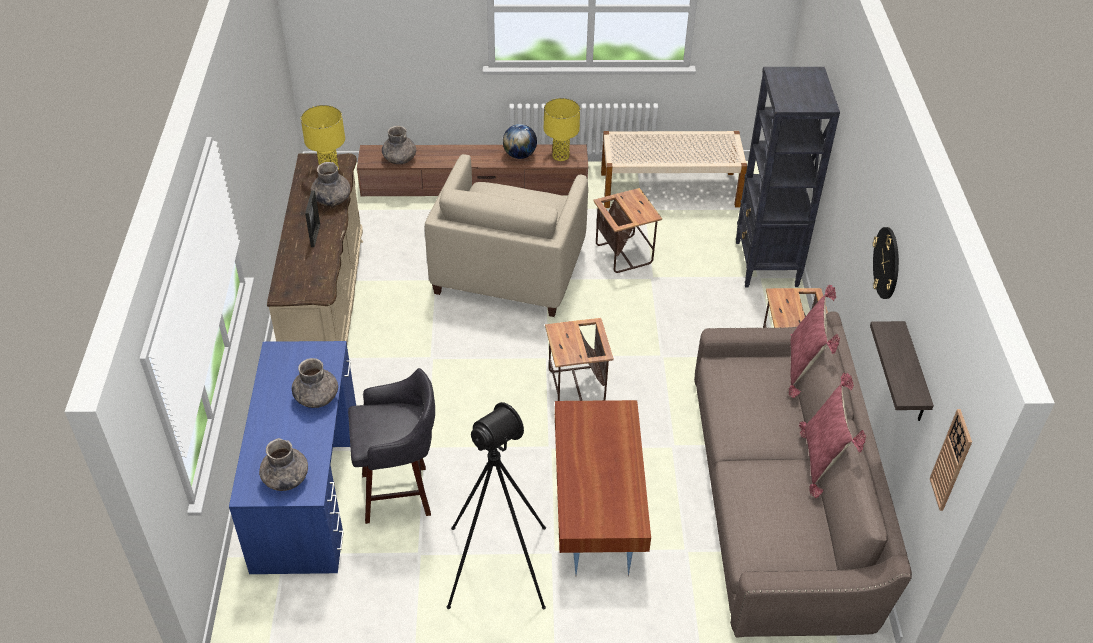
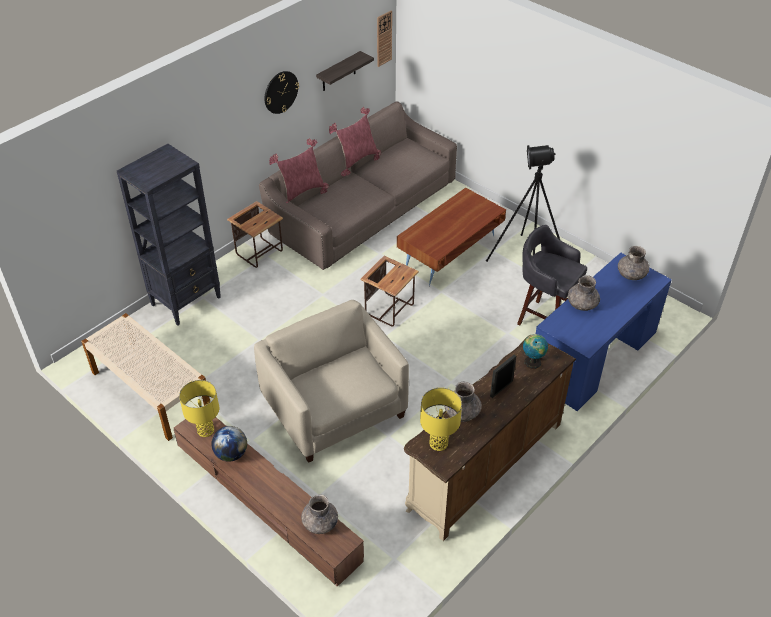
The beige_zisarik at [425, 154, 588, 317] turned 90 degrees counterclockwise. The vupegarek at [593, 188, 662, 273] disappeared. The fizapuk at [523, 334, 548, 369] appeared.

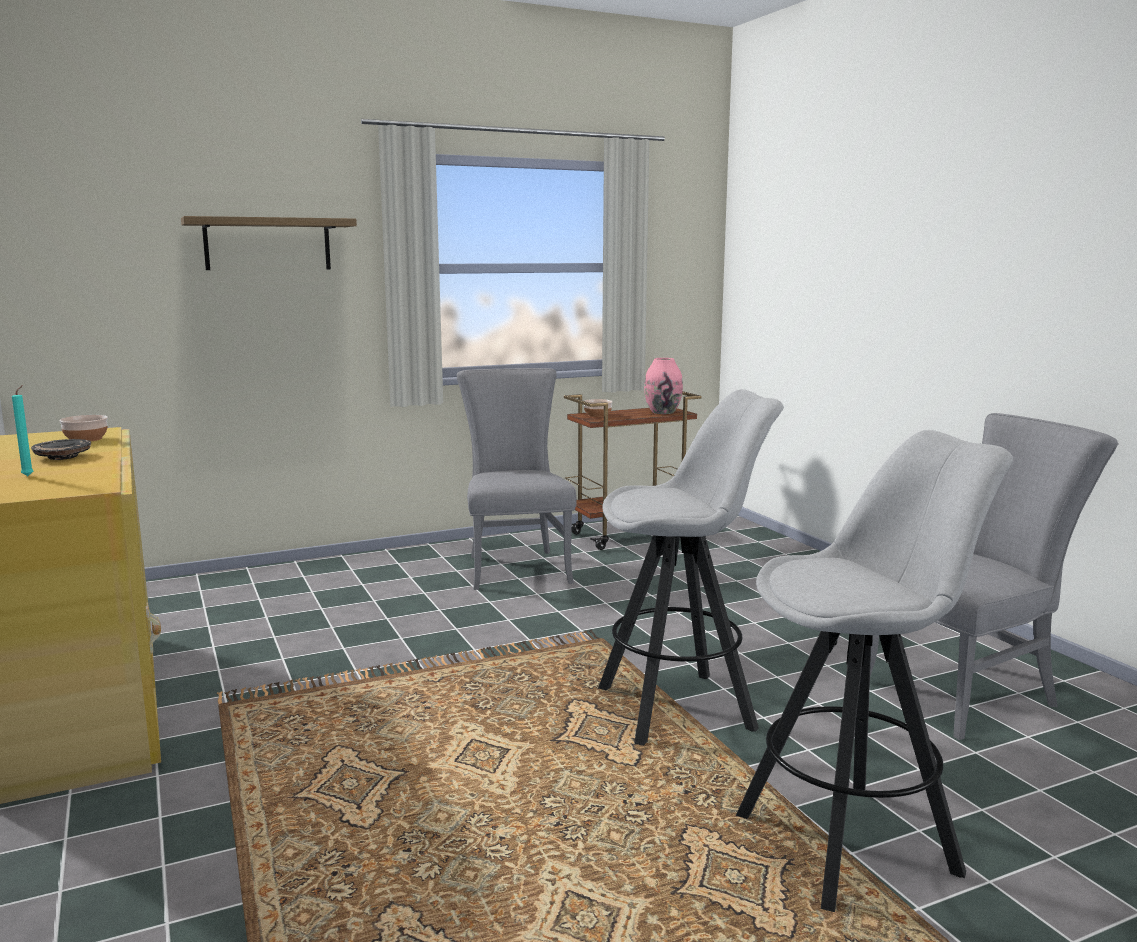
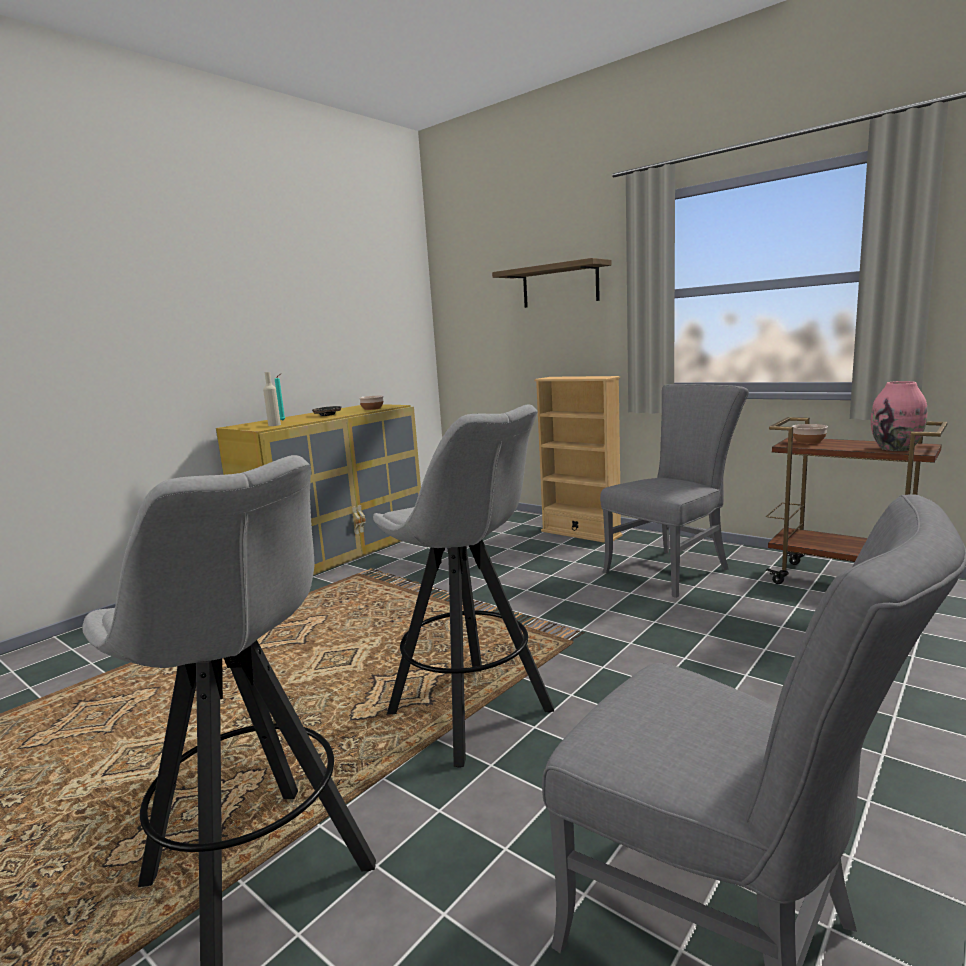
The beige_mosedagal at [263, 372, 281, 426] appeared. The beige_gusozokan at [534, 376, 622, 543] appeared.

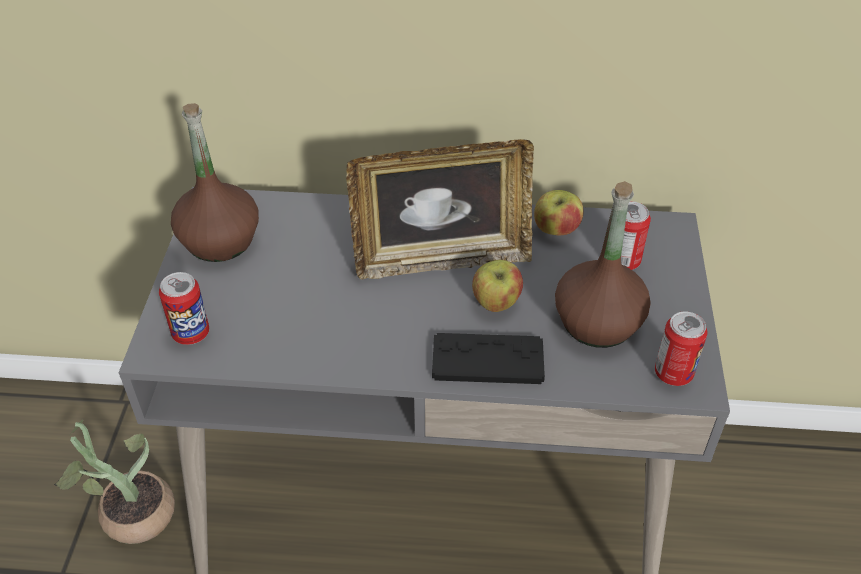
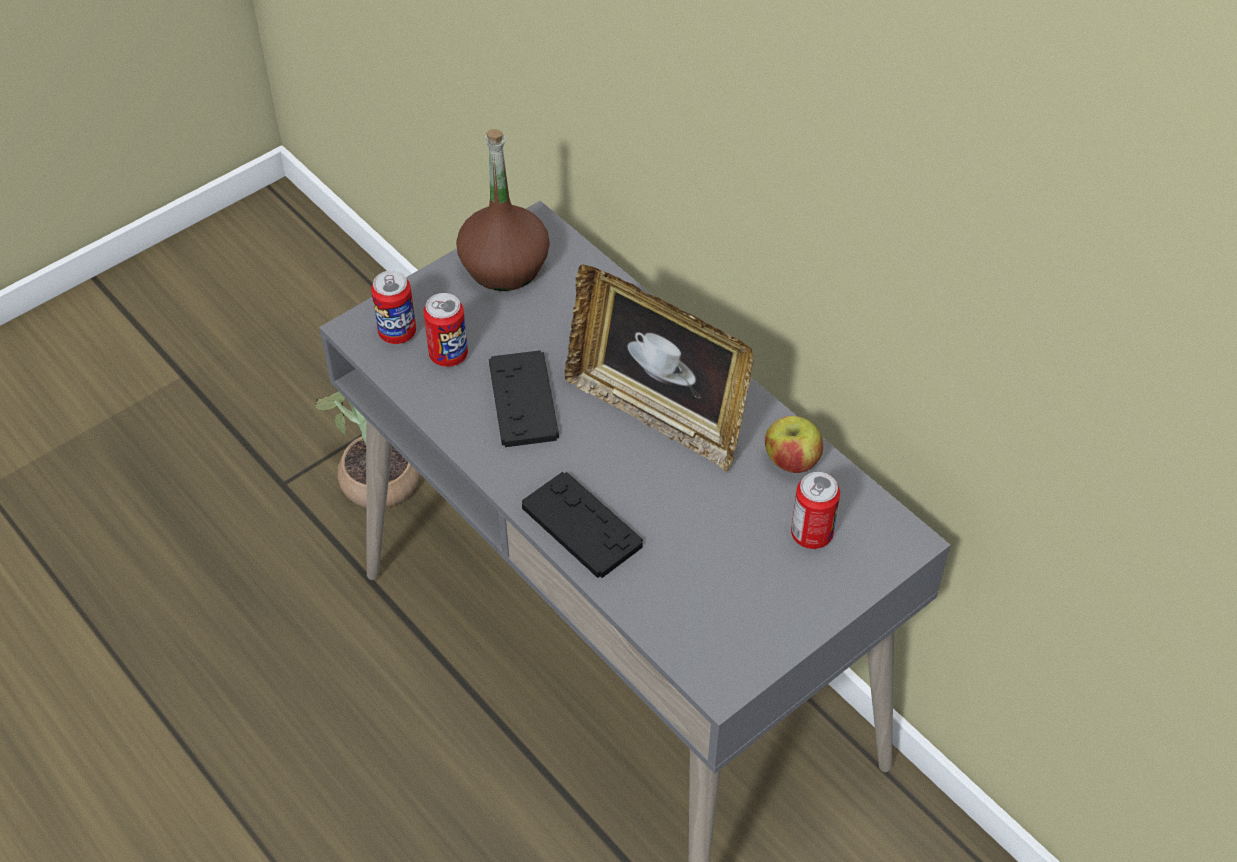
The brown_mosedagal at [555, 181, 651, 348] disappeared. The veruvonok at [472, 260, 523, 312] disappeared. The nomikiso moved from [655, 311, 707, 386] to [423, 293, 468, 367]. The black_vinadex at [489, 350, 559, 447] appeared.

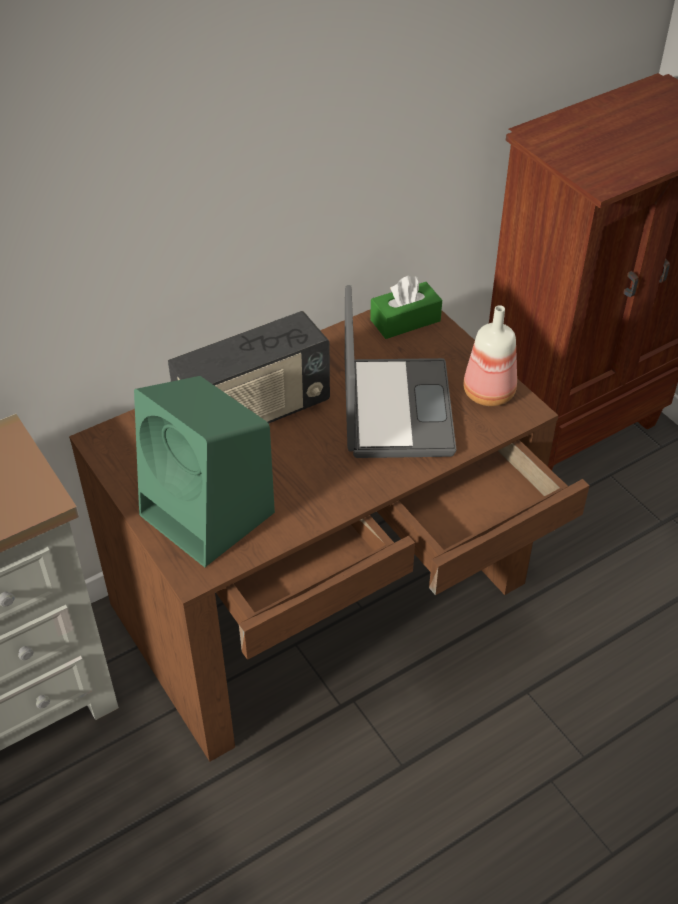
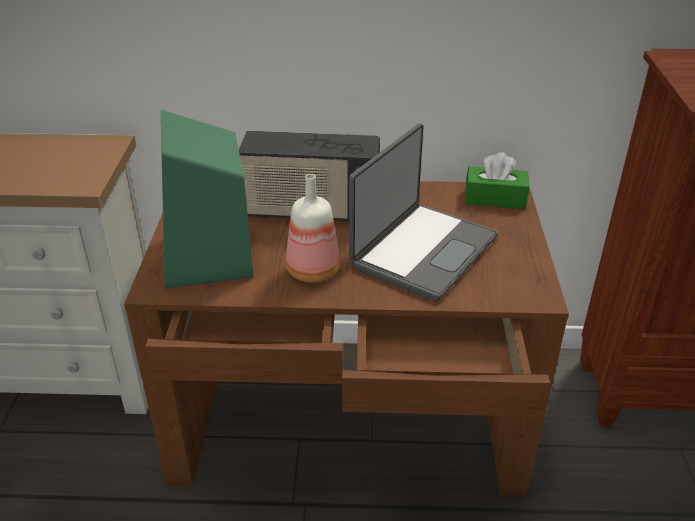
The mosedagal moved from [463, 305, 517, 406] to [286, 174, 340, 283].

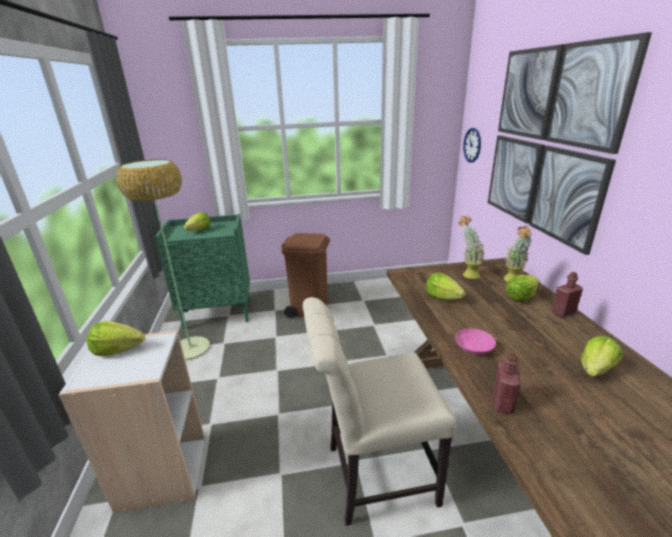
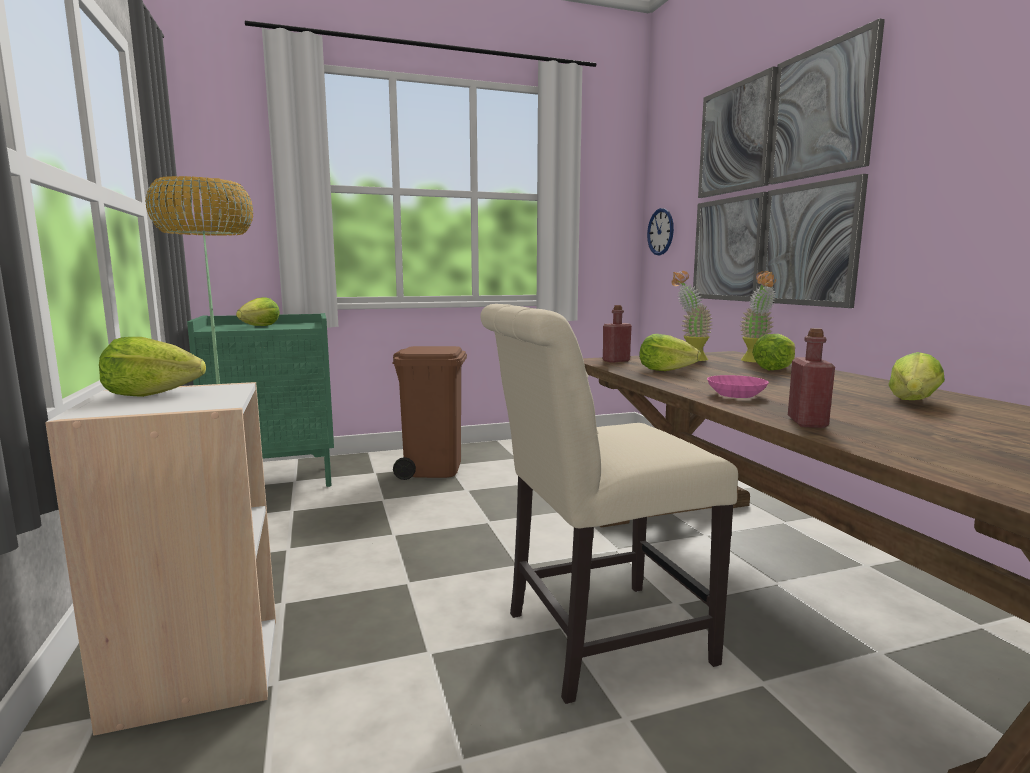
The red_mosedagal moved from [552, 272, 583, 317] to [603, 305, 632, 363].

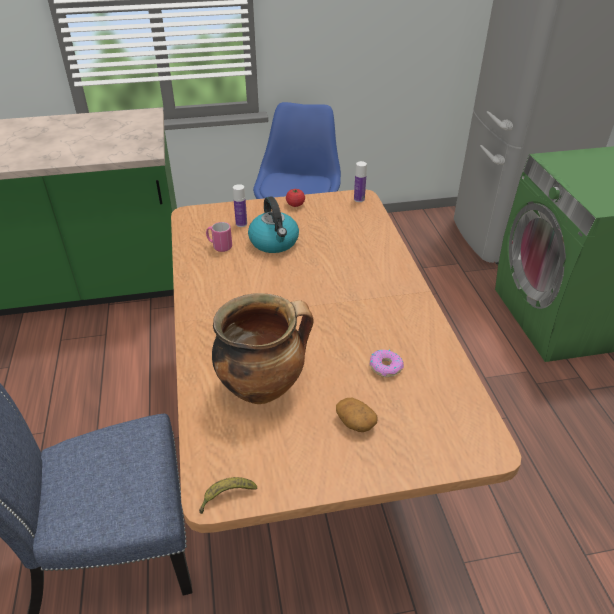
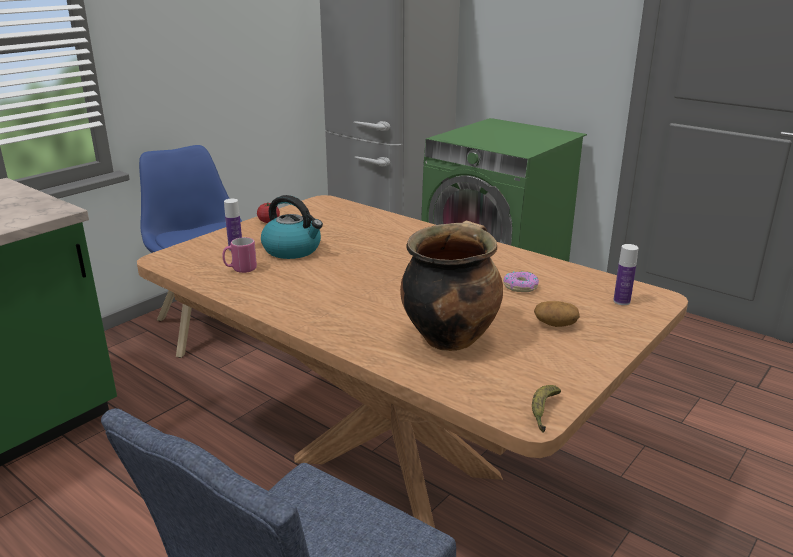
The mosedagal moved from [354, 161, 367, 202] to [613, 244, 638, 305].

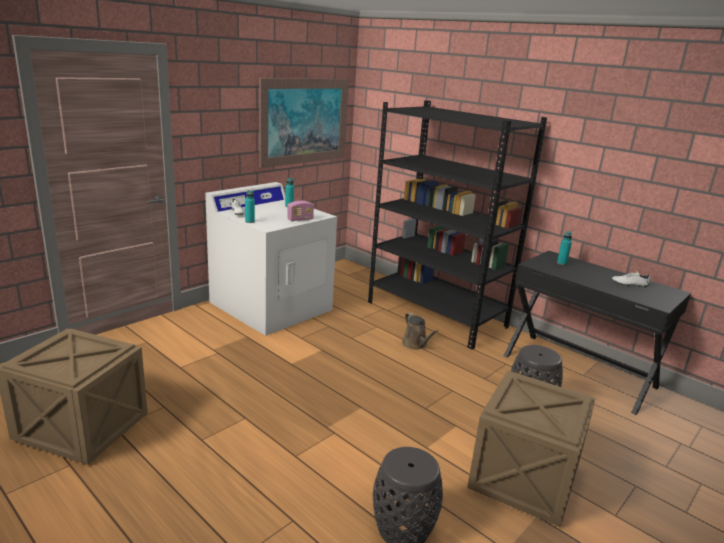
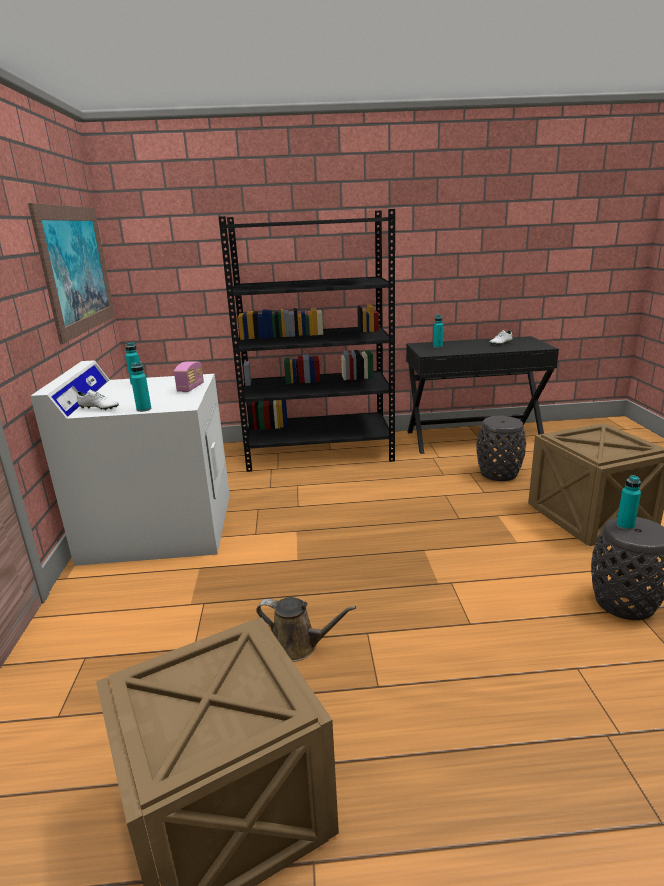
The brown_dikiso moved from [402, 313, 438, 349] to [256, 597, 356, 662]. The turquoise_mosedagal at [616, 475, 641, 530] appeared.

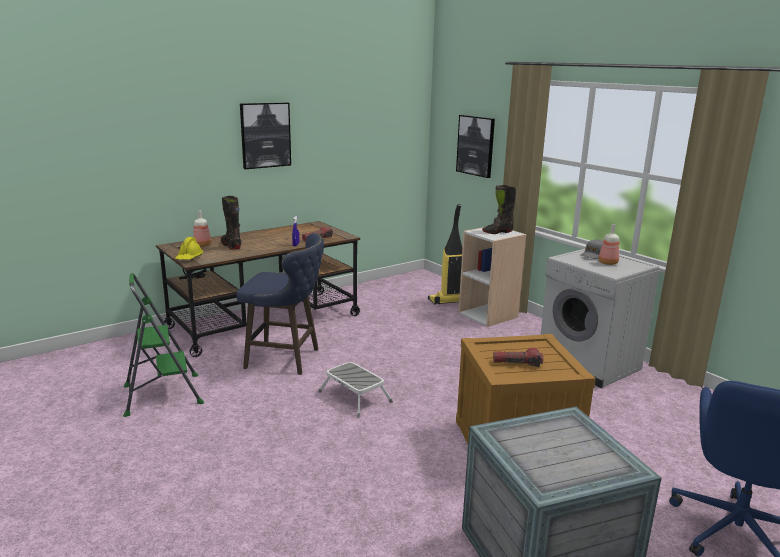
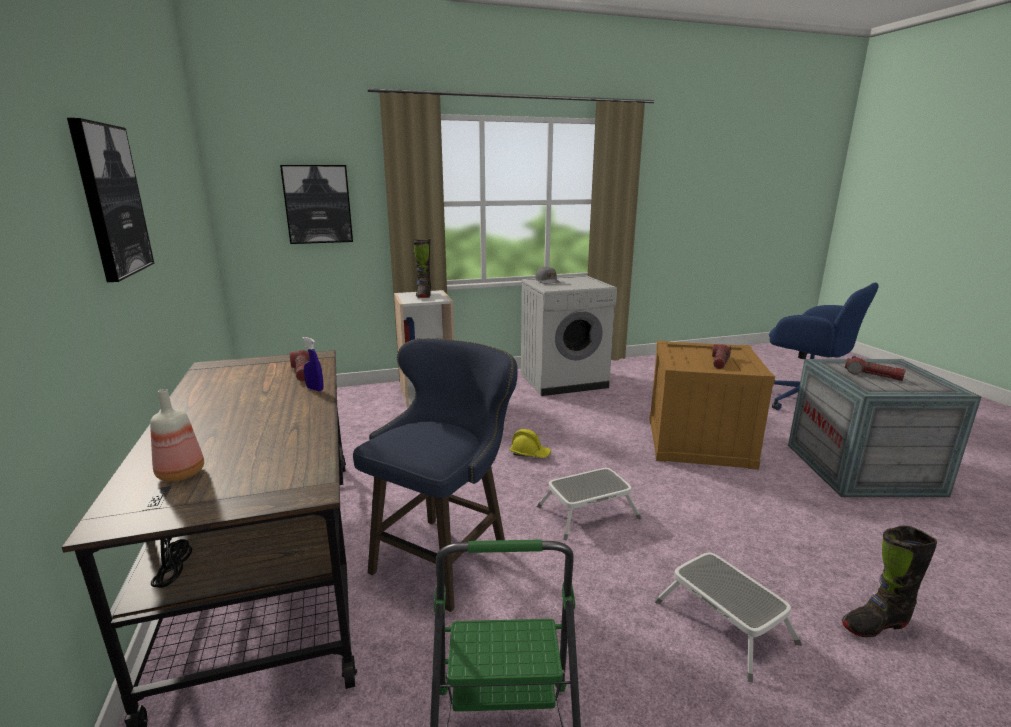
The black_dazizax moved from [221, 196, 241, 250] to [842, 526, 937, 637]. The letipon at [428, 204, 462, 305] disappeared. The mosedagal at [598, 224, 619, 265] disappeared. The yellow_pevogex moved from [175, 237, 203, 260] to [510, 429, 552, 458]. The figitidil at [845, 356, 906, 381] appeared. The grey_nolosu at [655, 552, 802, 683] appeared.

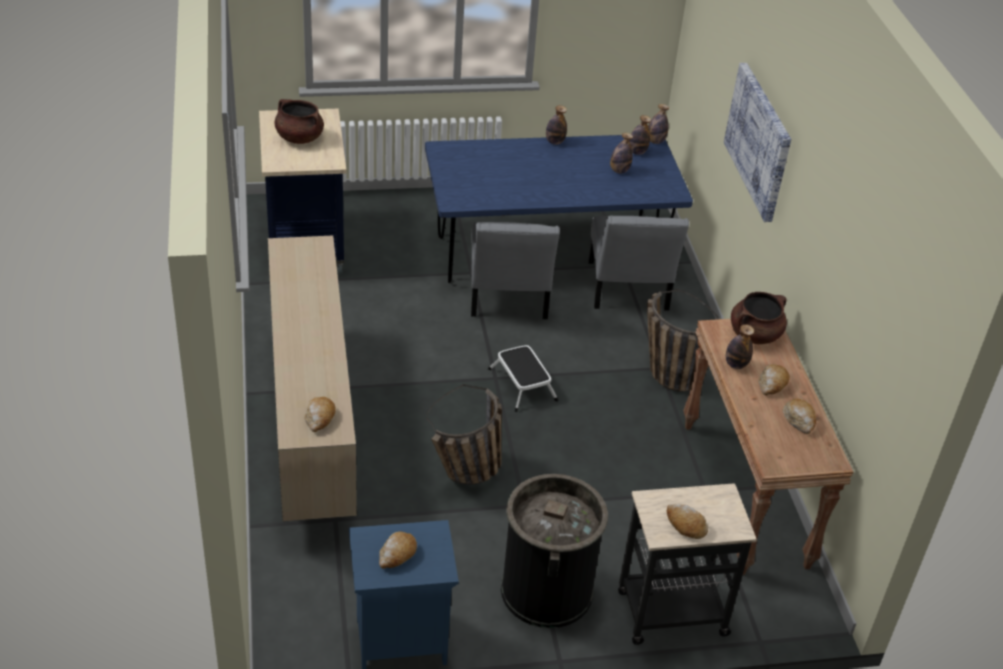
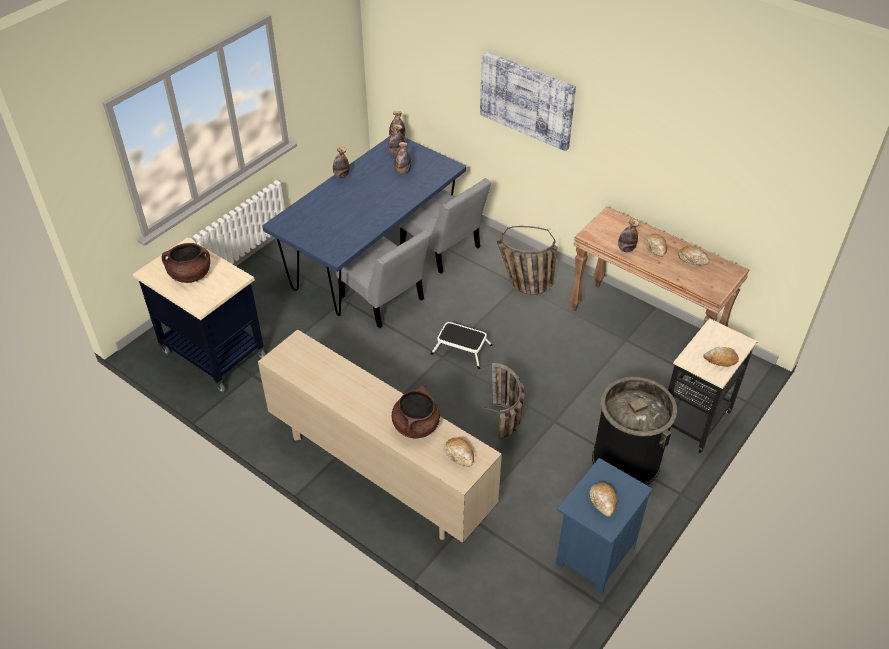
The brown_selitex moved from [731, 292, 787, 344] to [392, 386, 440, 438].

